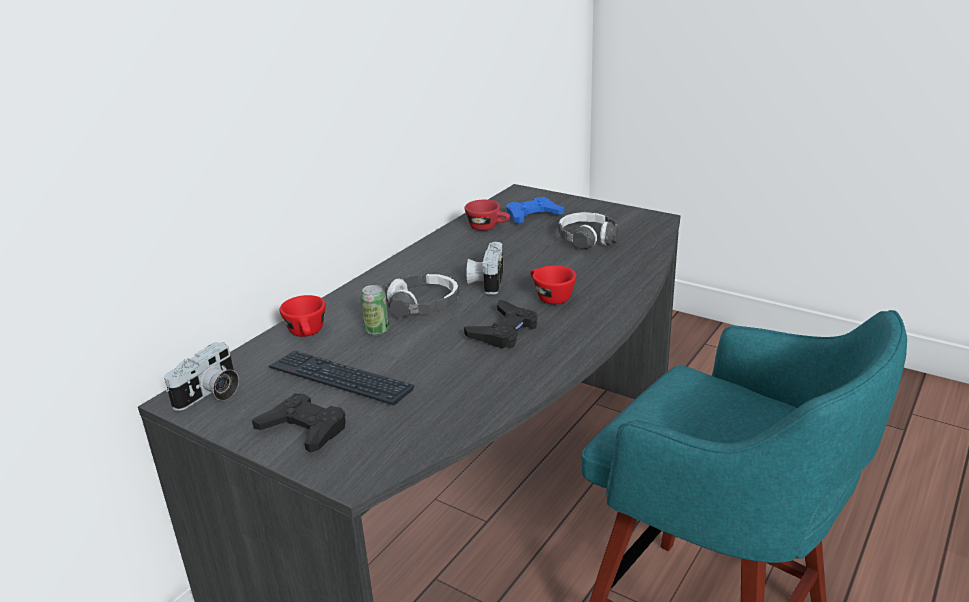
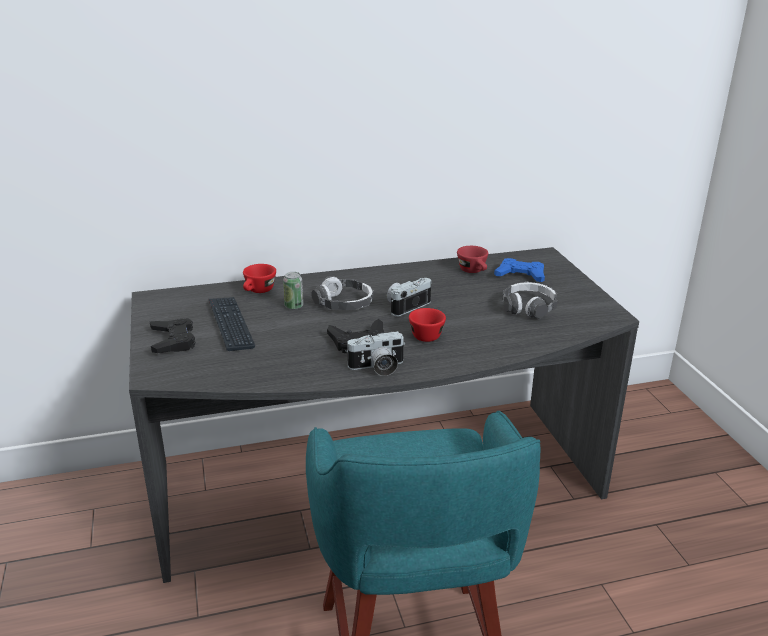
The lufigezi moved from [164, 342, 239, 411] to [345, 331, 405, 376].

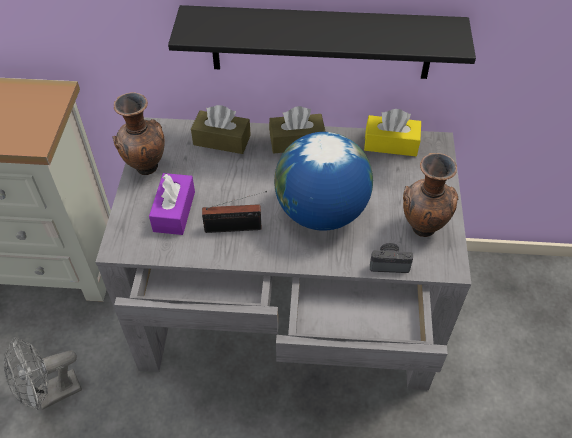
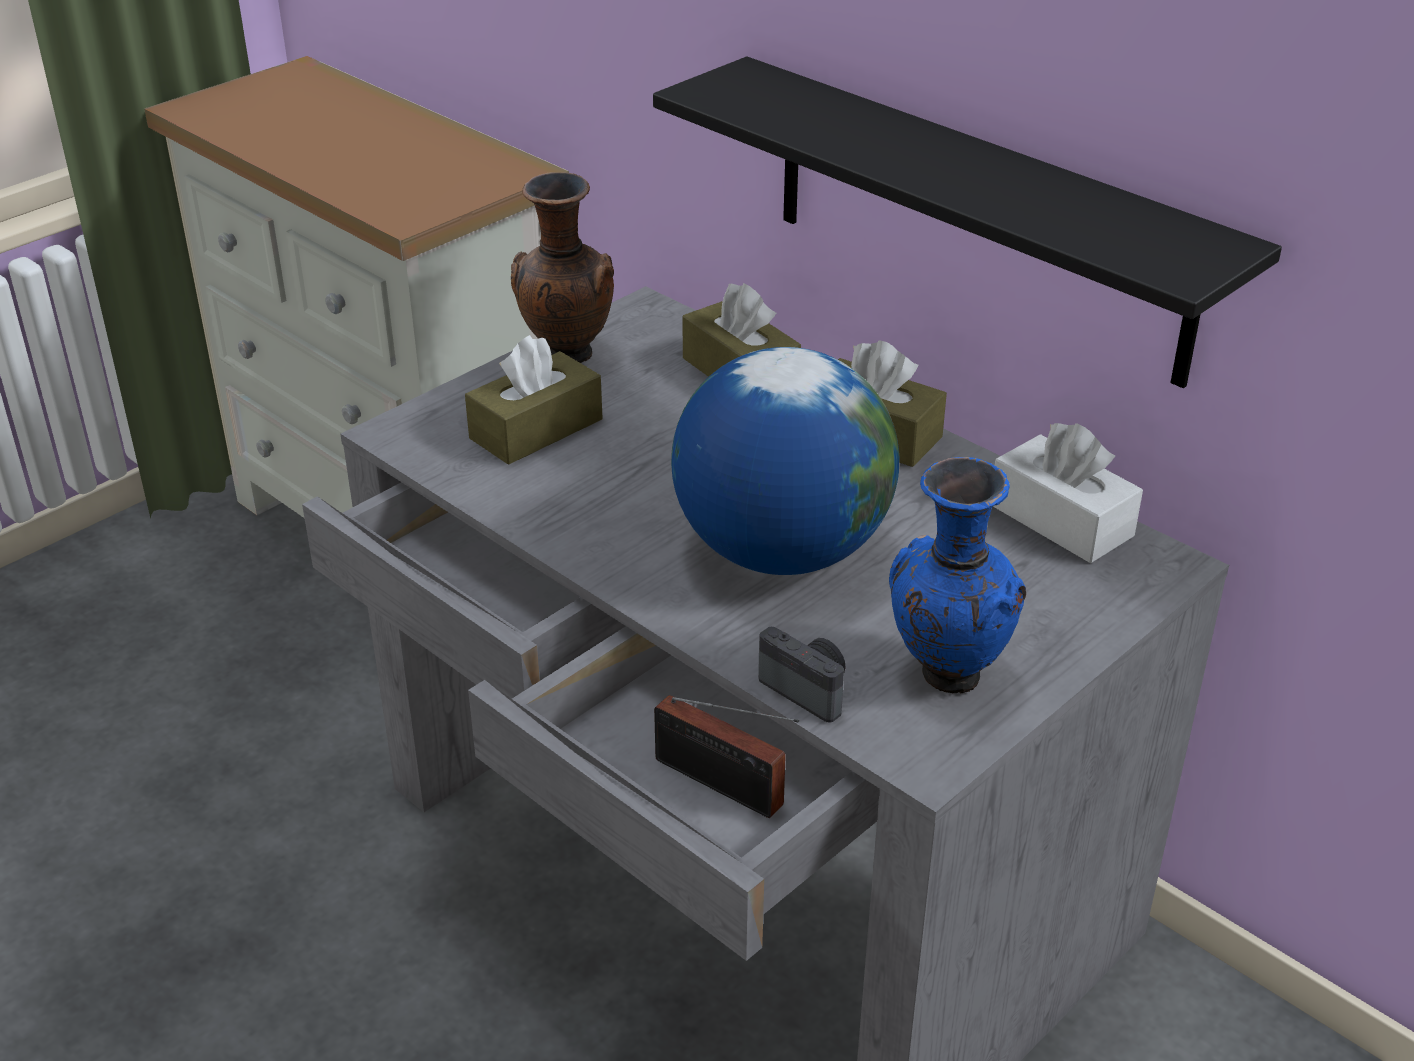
The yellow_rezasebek at [364, 109, 421, 156] became the white_rezasebek at [993, 423, 1143, 563]. The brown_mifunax at [403, 153, 458, 237] became the blue_mifunax at [889, 457, 1026, 693]. The purple_rezasebek at [149, 173, 195, 235] became the brown_rezasebek at [465, 335, 603, 465]. The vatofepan moved from [202, 191, 267, 233] to [654, 695, 799, 818]. The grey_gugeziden at [4, 337, 82, 410] disappeared.

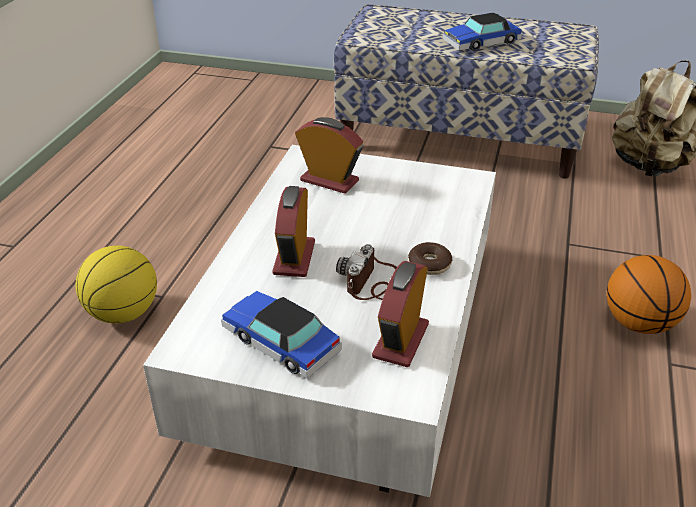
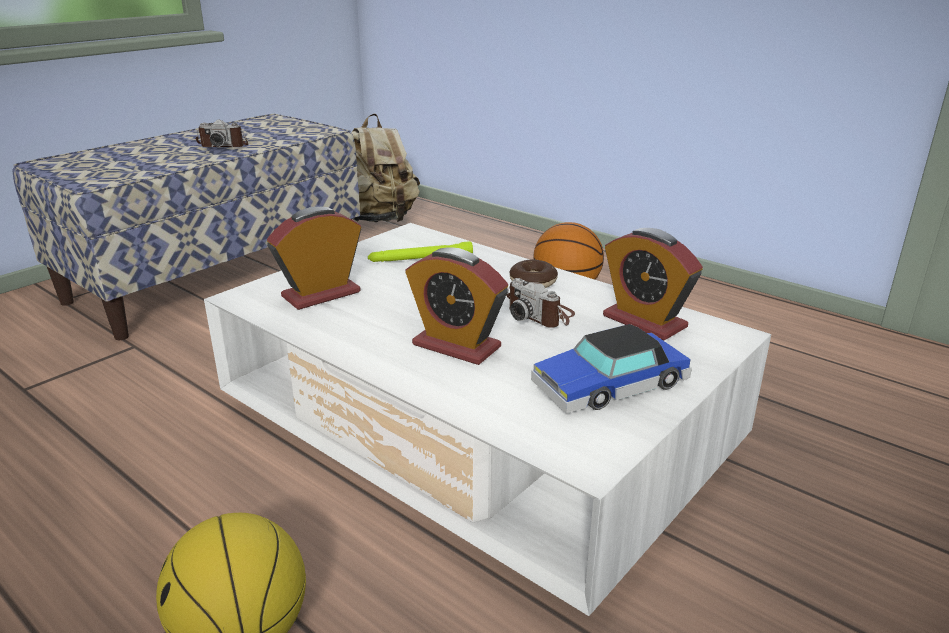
The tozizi at [443, 13, 522, 51] was replaced by the lufigezi at [195, 119, 248, 147]. The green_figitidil at [368, 241, 473, 262] appeared.

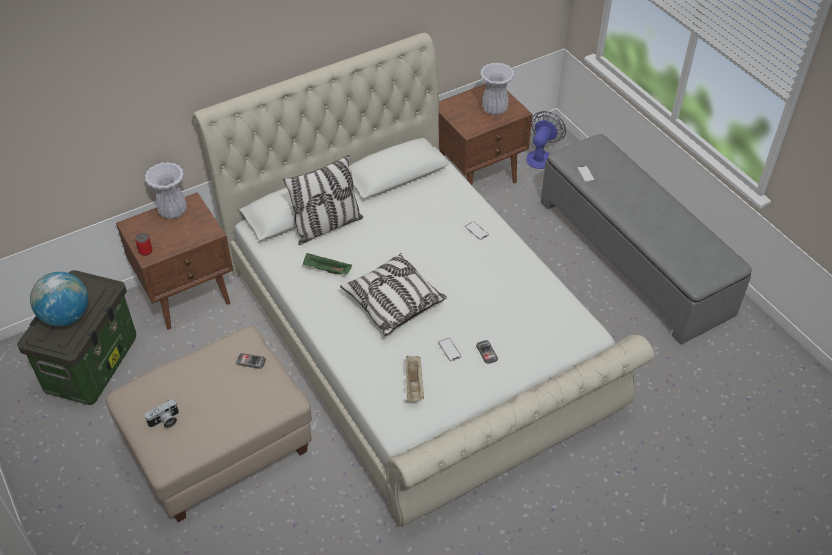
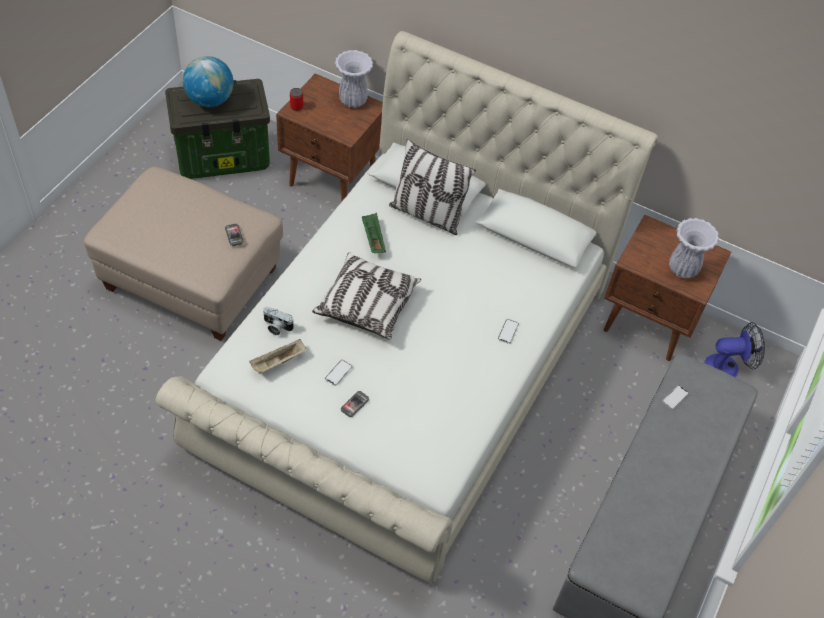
The lufigezi moved from [145, 399, 179, 428] to [263, 307, 294, 335].

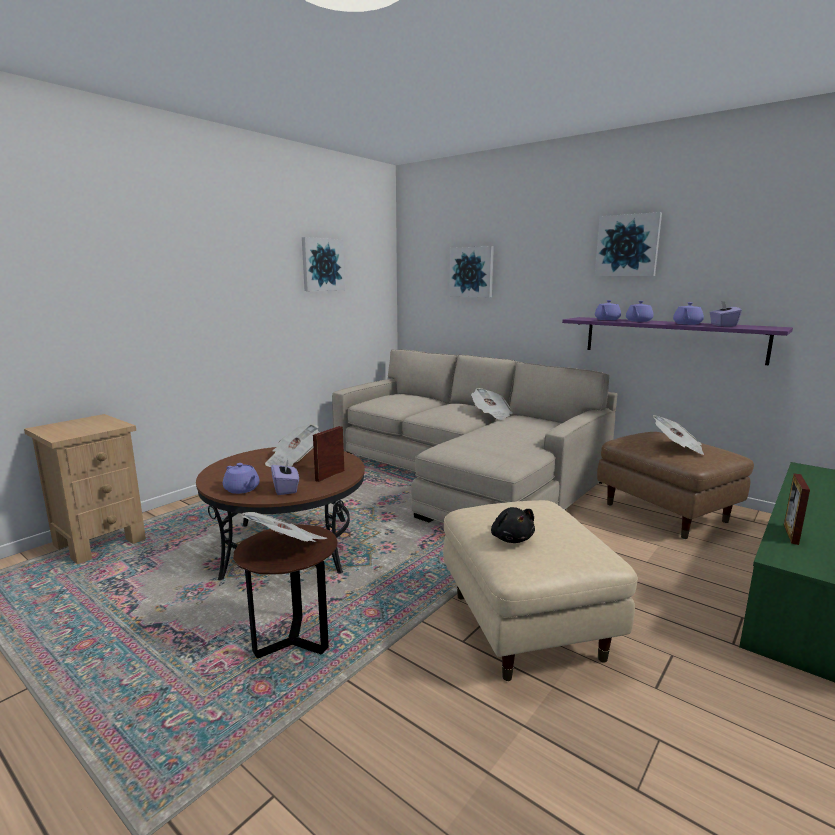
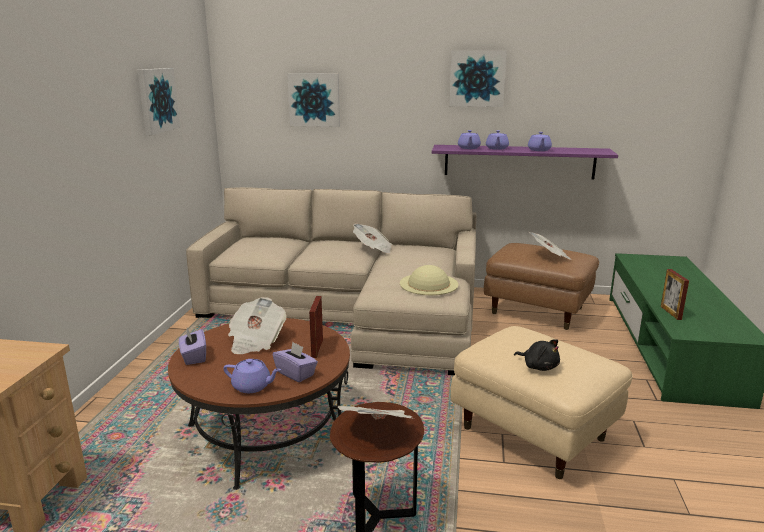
The purple_rezasebek moved from [710, 301, 742, 327] to [179, 328, 206, 365]. The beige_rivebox at [400, 265, 458, 295] appeared.

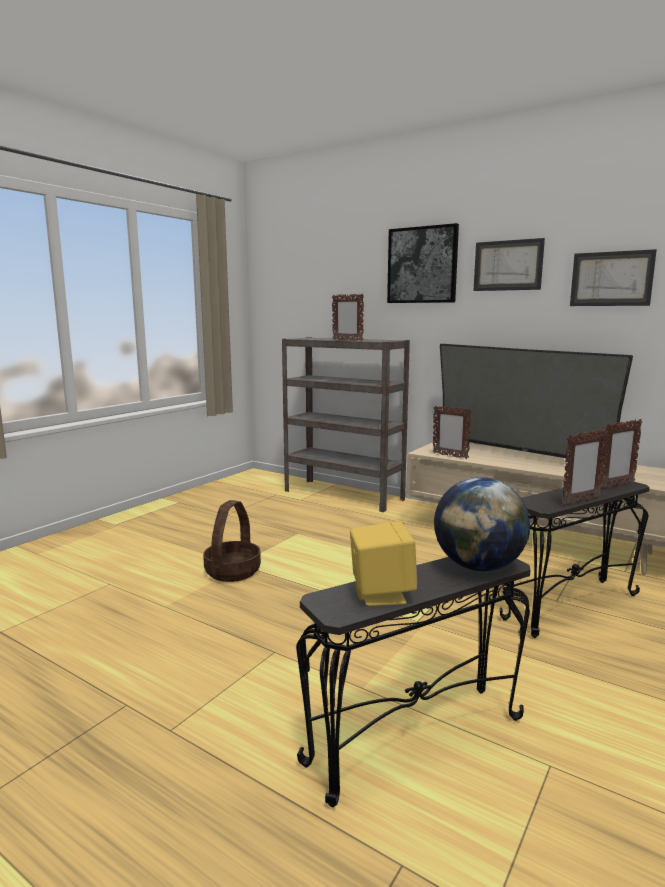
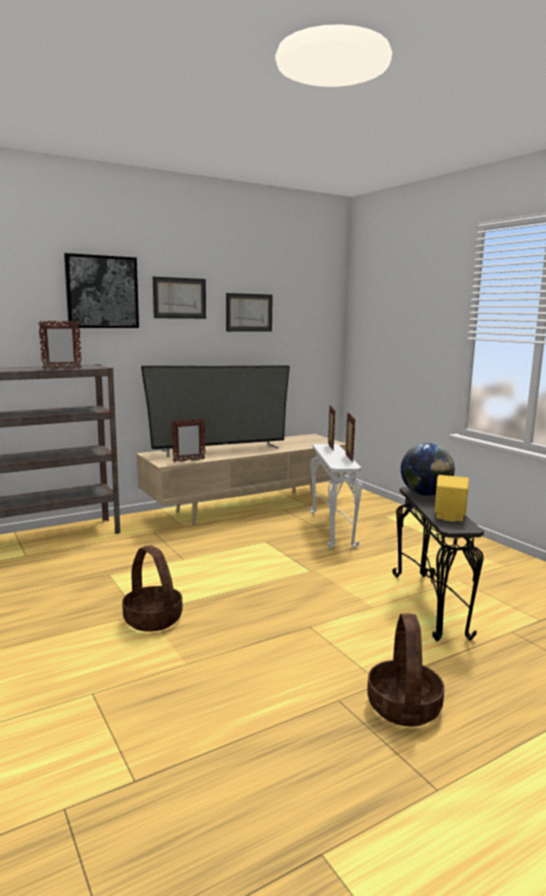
The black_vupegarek at [500, 481, 650, 638] became the white_vupegarek at [309, 444, 362, 549]. The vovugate at [367, 613, 445, 726] appeared.

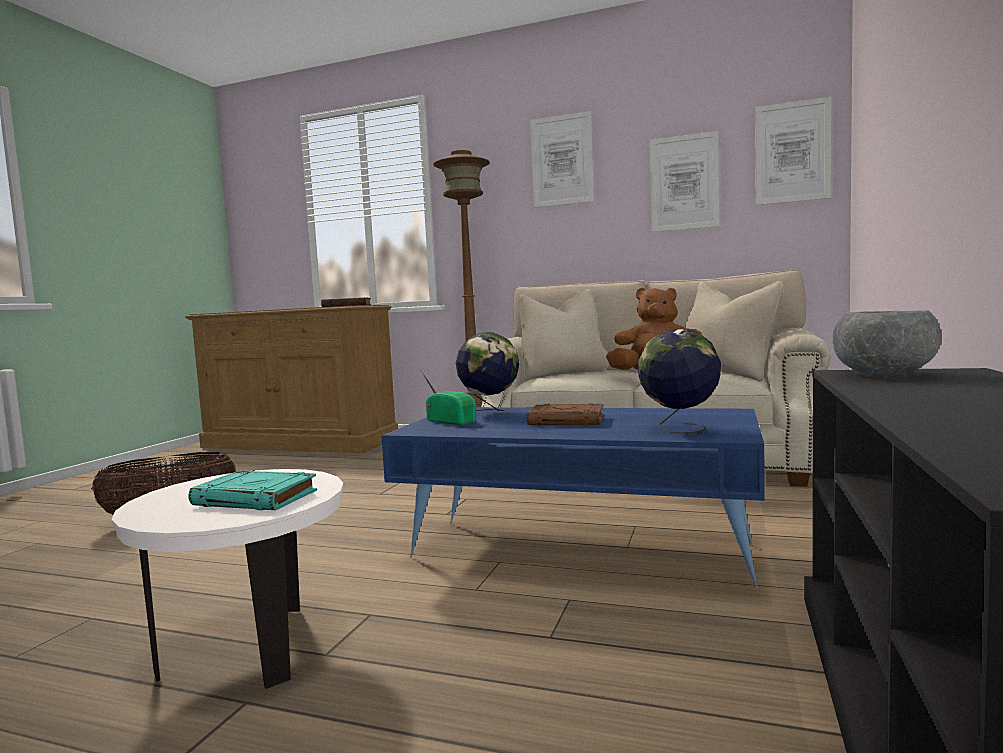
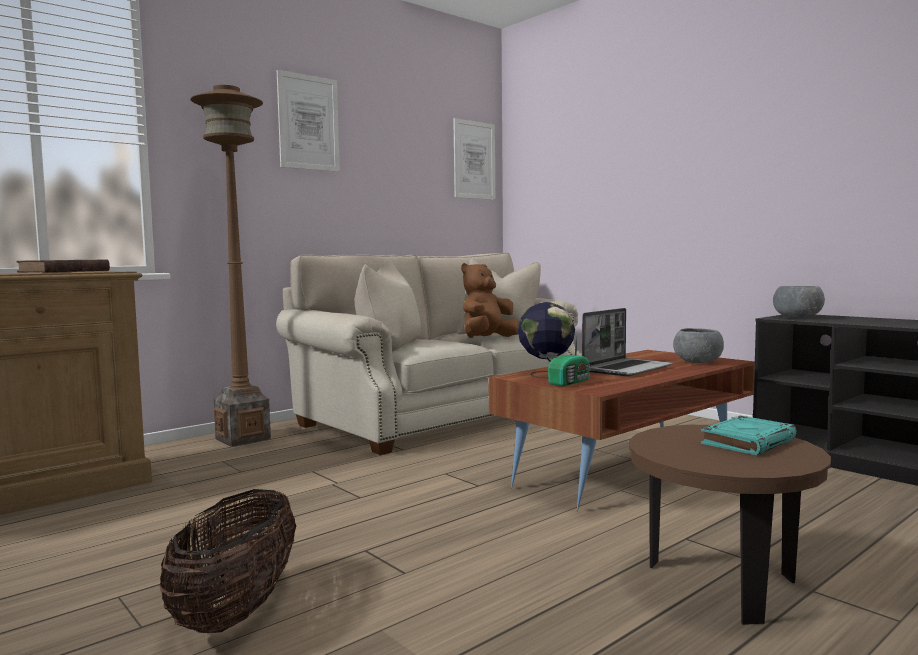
The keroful at [650, 131, 719, 232] disappeared. The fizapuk at [638, 329, 721, 434] was replaced by the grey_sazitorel at [673, 328, 724, 363]. The vatofepan at [420, 369, 476, 425] turned 150 degrees clockwise. The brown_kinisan at [527, 403, 604, 426] was replaced by the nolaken at [582, 308, 673, 376]. The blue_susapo at [381, 407, 765, 590] became the brown_susapo at [488, 350, 755, 512]. The white_vupegarek at [111, 469, 344, 689] became the brown_vupegarek at [629, 425, 831, 625].

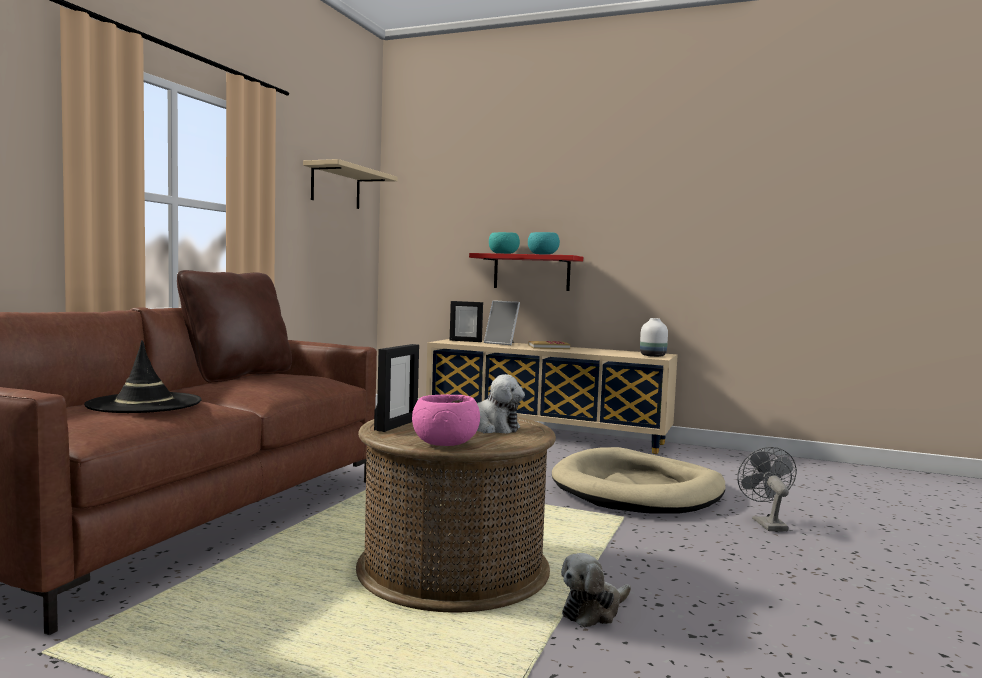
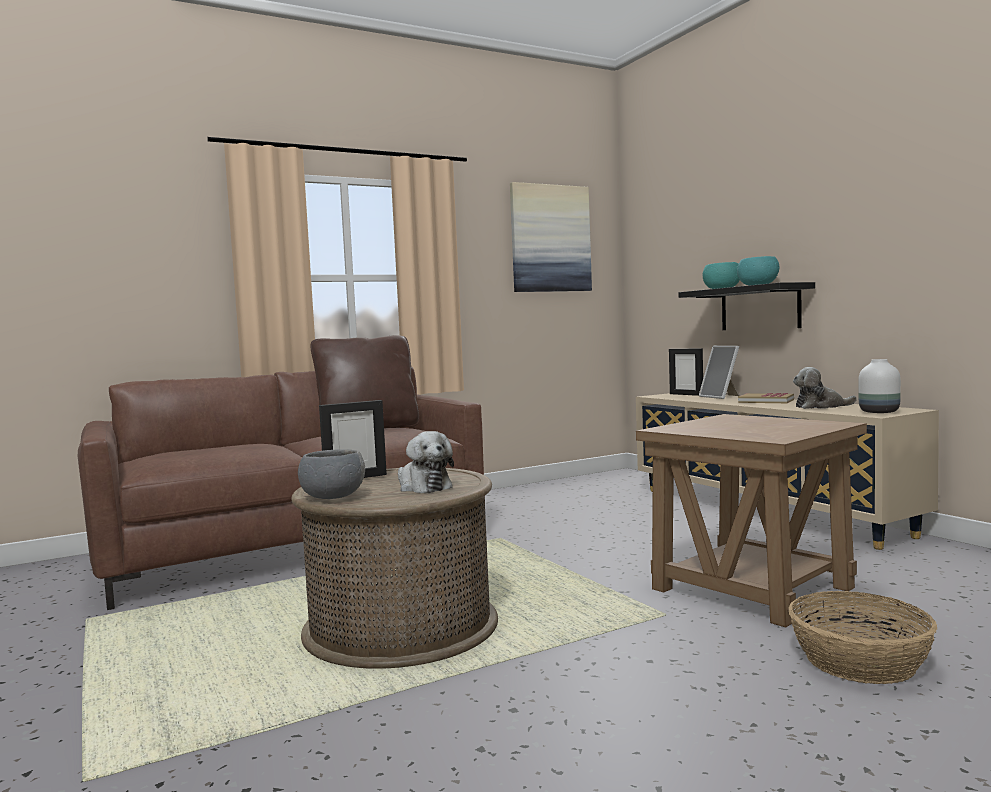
The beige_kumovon at [303, 159, 398, 209] was replaced by the keroful at [510, 182, 592, 292]. The red_kumovon at [469, 253, 583, 291] became the black_kumovon at [679, 282, 815, 330]. The black_rivebox at [84, 340, 202, 413] disappeared. The pink_sazitorel at [412, 394, 480, 446] became the grey_sazitorel at [298, 449, 365, 499]. The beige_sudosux at [552, 447, 725, 514] was replaced by the brown_vupegarek at [636, 414, 867, 627]. The grey_gugeziden at [737, 447, 797, 531] was replaced by the vovugate at [788, 591, 937, 684]. The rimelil moved from [561, 553, 631, 627] to [793, 367, 857, 409].

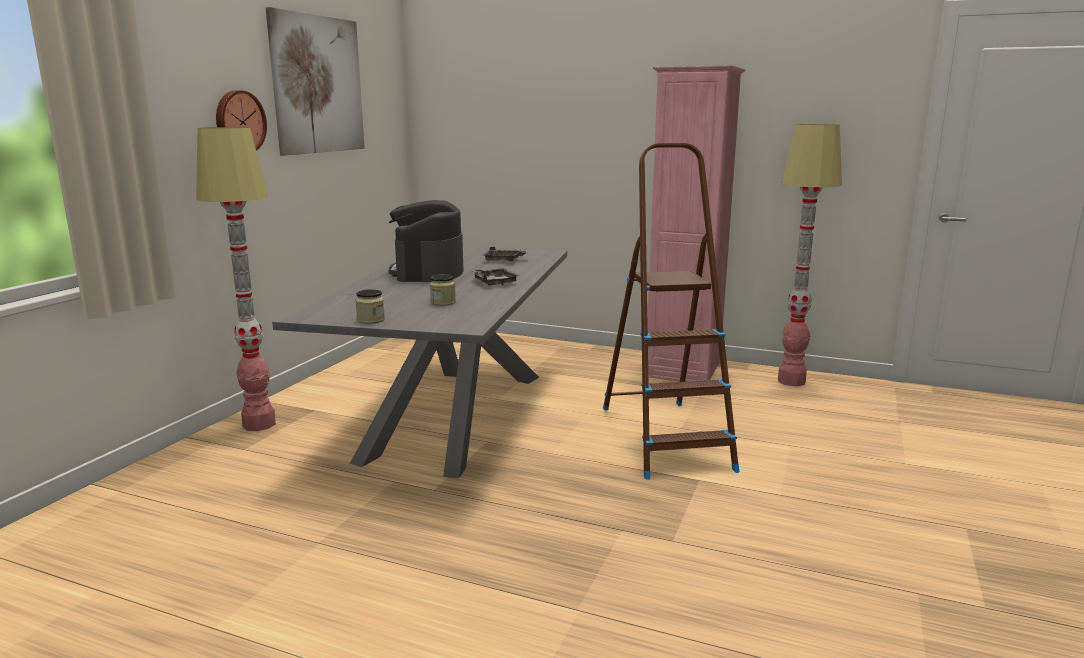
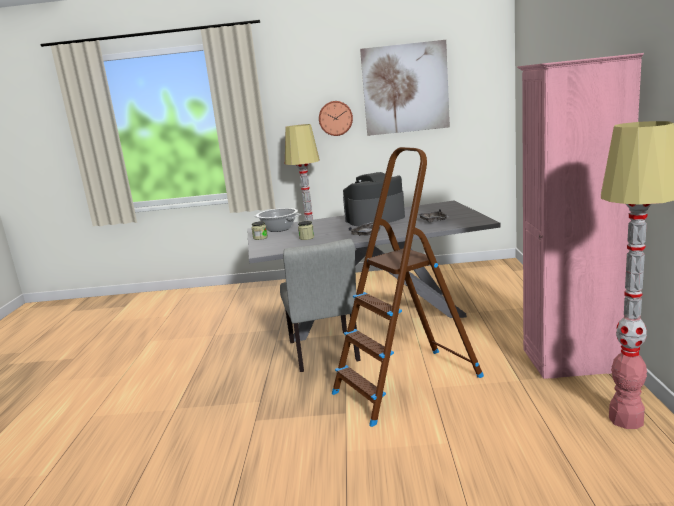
The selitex at [254, 208, 301, 232] appeared. The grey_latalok at [280, 239, 361, 372] appeared.

